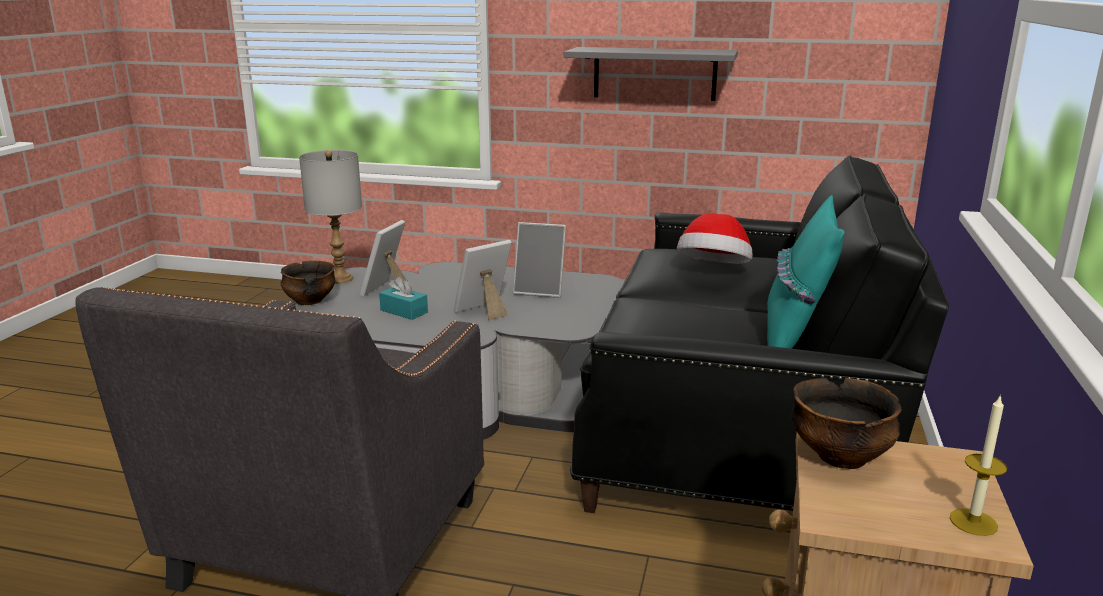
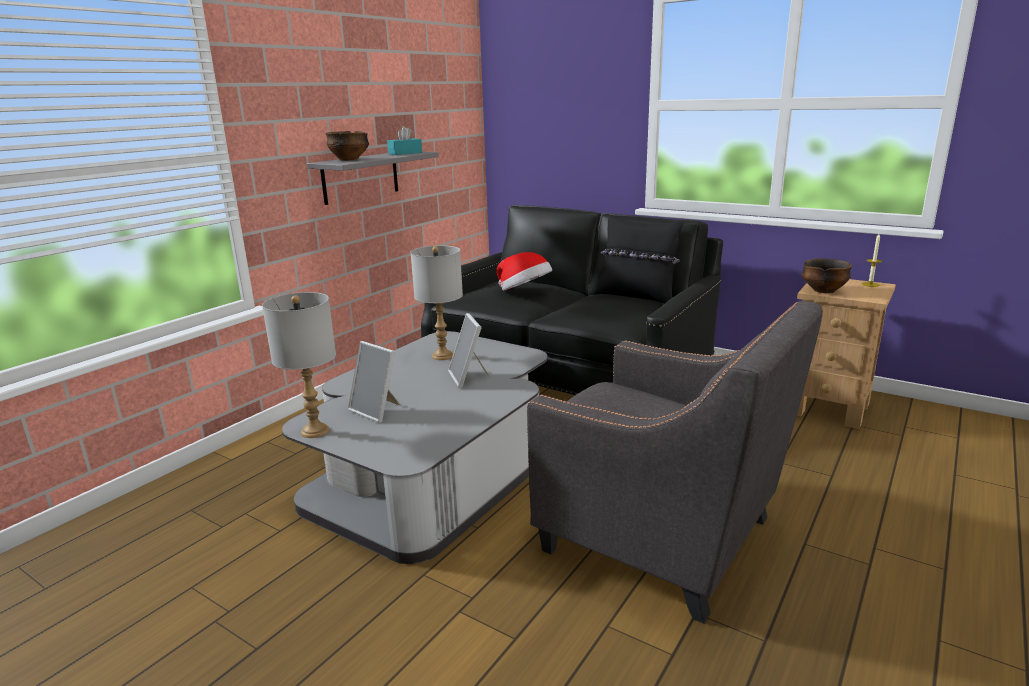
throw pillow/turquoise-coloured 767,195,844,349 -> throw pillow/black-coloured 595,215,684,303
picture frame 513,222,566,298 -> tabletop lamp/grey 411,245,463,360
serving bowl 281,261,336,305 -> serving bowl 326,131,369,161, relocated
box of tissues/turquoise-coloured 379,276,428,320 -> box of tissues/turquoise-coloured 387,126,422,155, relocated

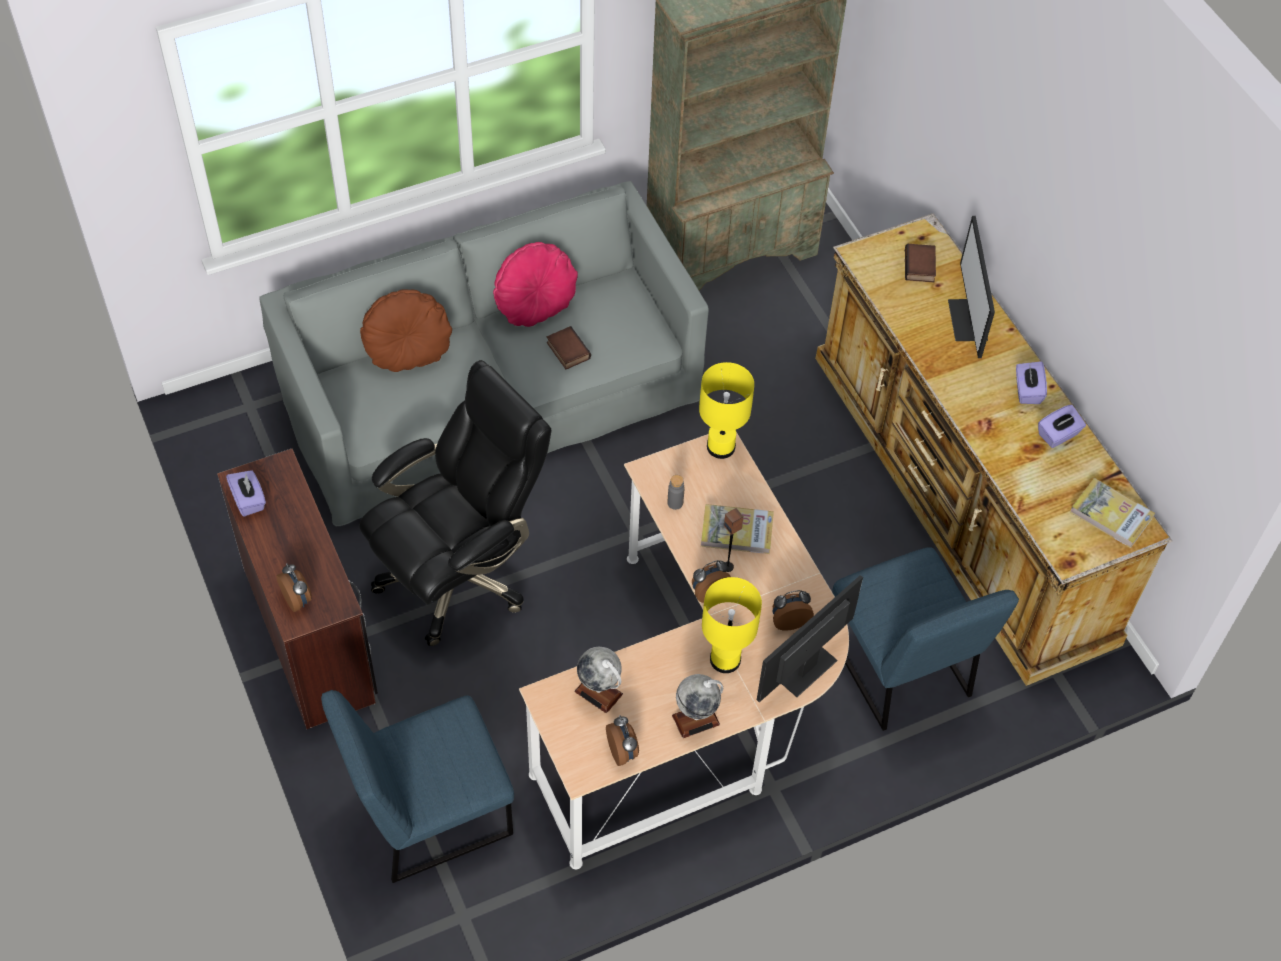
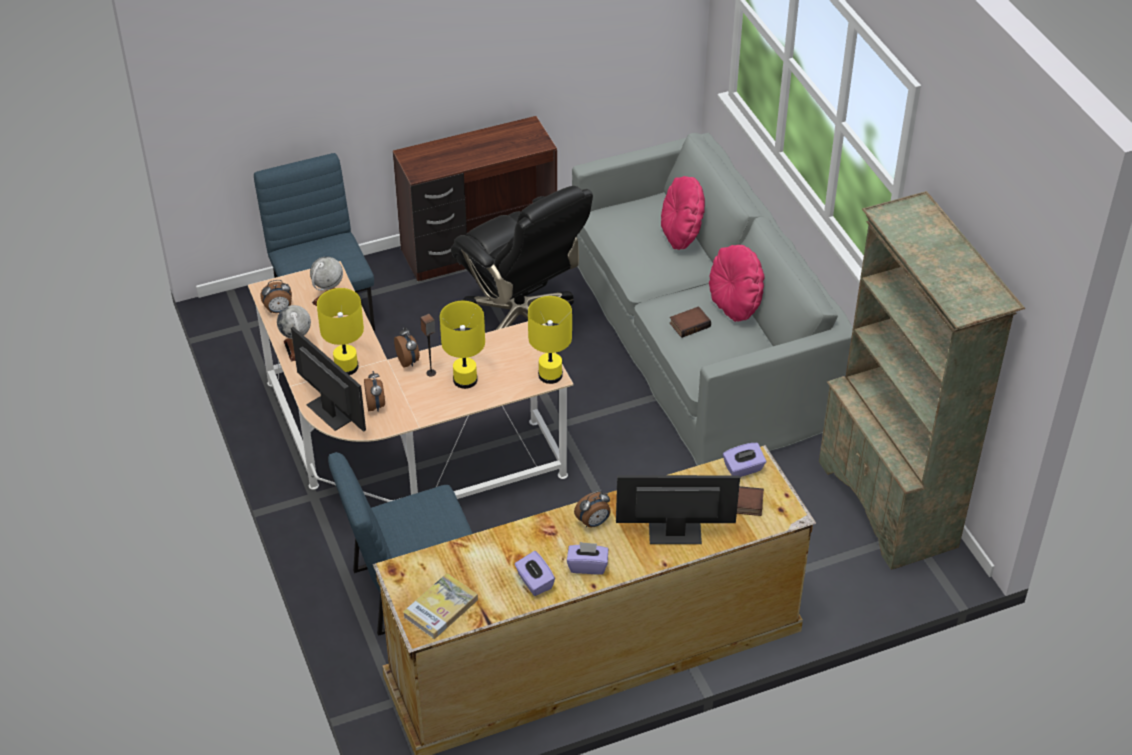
throw pillow/brownish 360,289,452,372 -> throw pillow/pinkish 661,176,705,250
box of tissues/purple 226,470,266,517 -> box of tissues/purple 723,443,766,477, relocated
beverage bottle/grey 667,475,685,510 -> none
book 701,504,774,554 -> tabletop lamp/yellowish 440,301,485,389
bedside clock 276,563,312,612 -> bedside clock 574,491,611,528, relocated

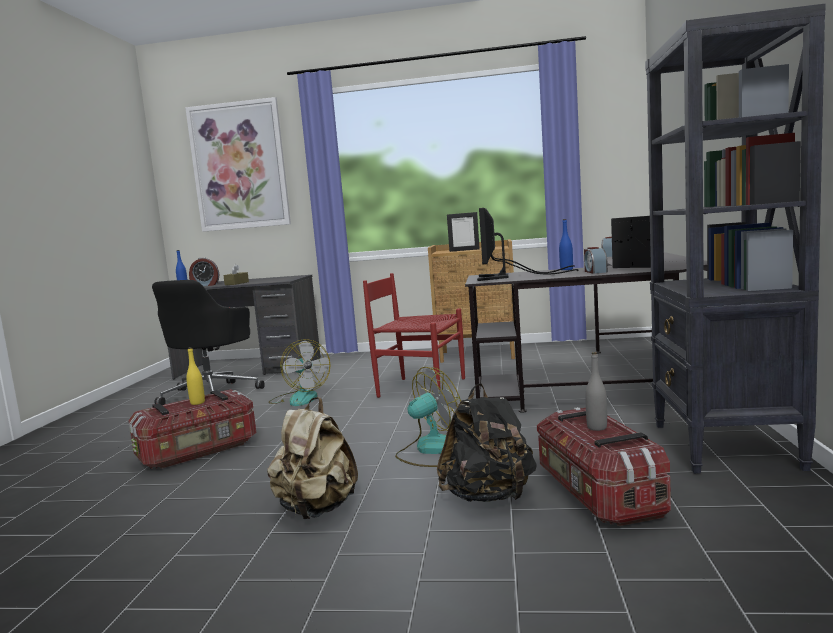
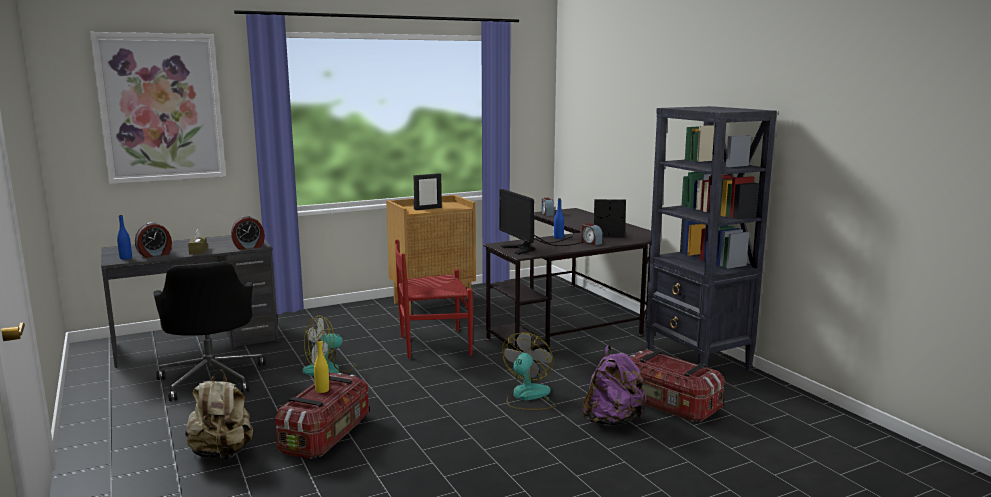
fan 268,339,331,406 -> fan 302,315,356,376, 120 degrees clockwise
beverage bottle/grey 585,352,607,431 -> none
rucksack/black-coloured 437,383,537,502 -> rucksack/purple 582,345,647,426
rucksack/beige 267,397,358,519 -> rucksack/beige 185,370,253,460, relocated
none -> bedside clock 231,216,265,250

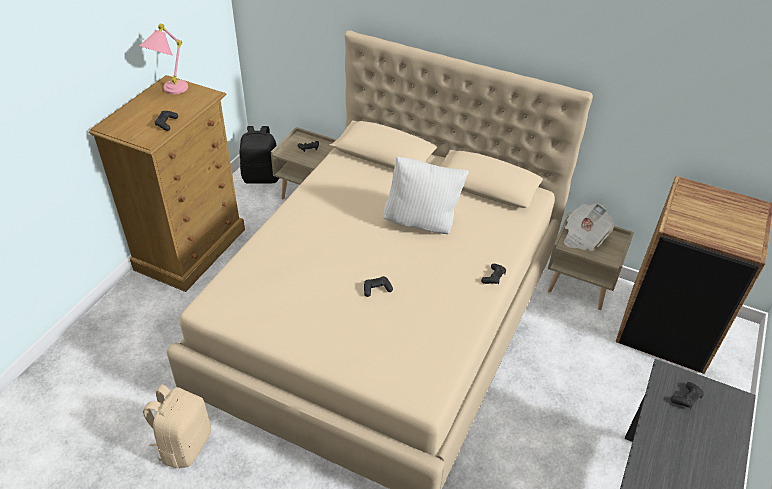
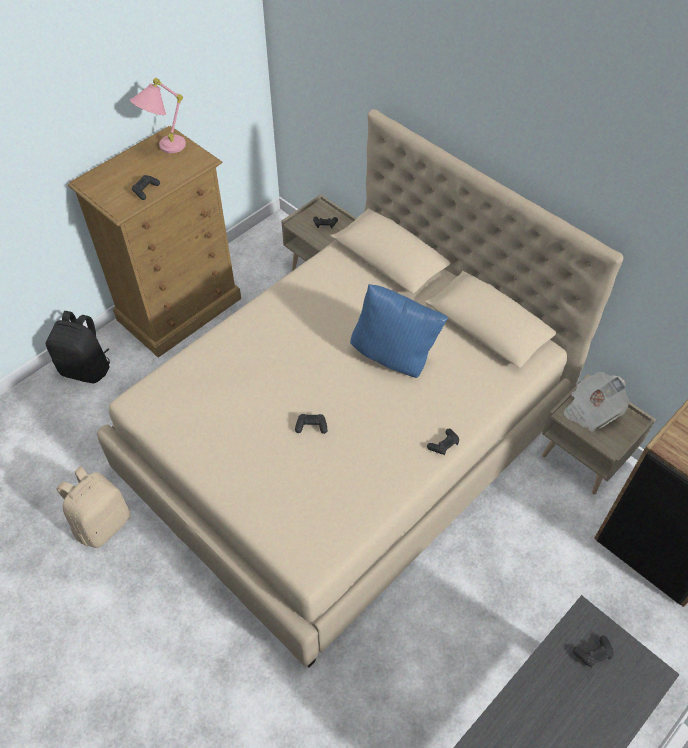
rucksack/black-coloured 239,126,280,184 -> rucksack/black-coloured 46,311,110,383, relocated
throw pillow/white 383,156,469,234 -> throw pillow/blue-coloured 350,284,448,378

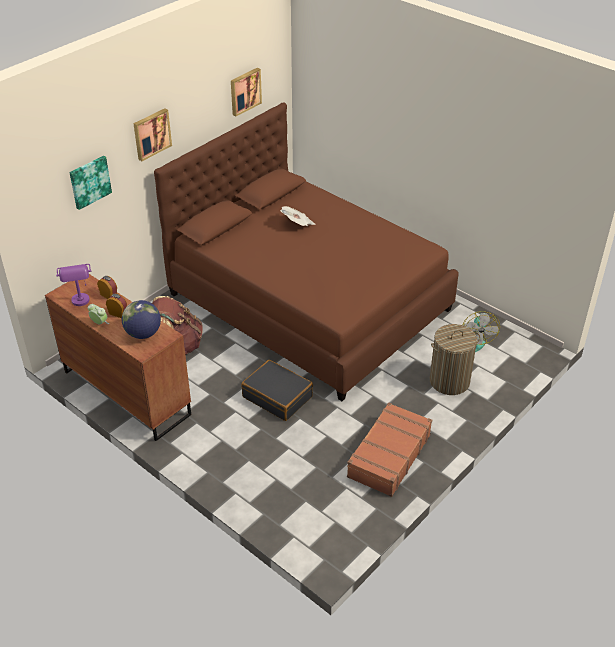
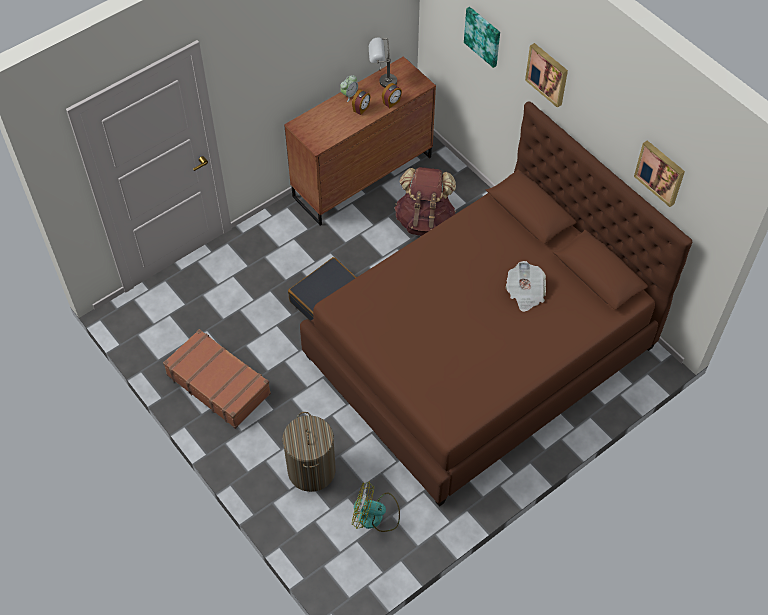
tabletop lamp/purple 56,264,91,306 -> tabletop lamp/grey 369,38,397,87
world globe 122,300,161,339 -> none

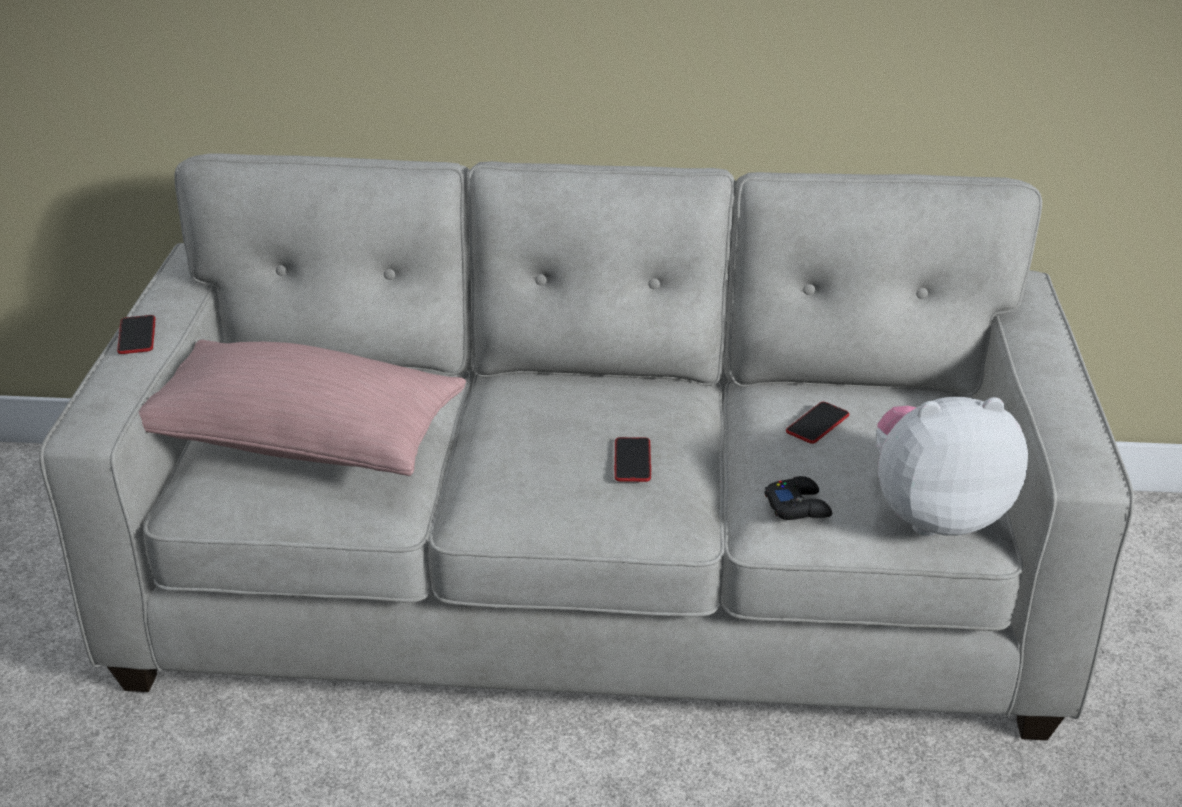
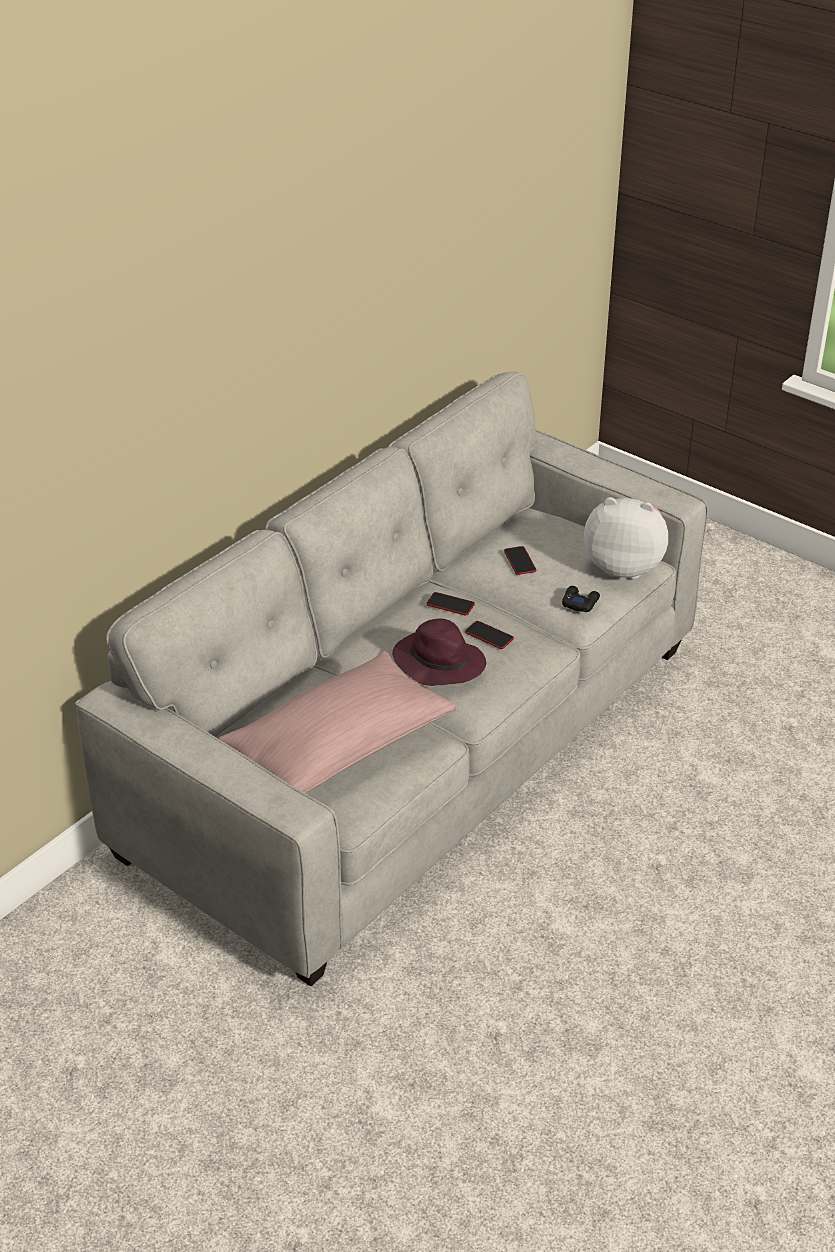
handset 117,315,155,354 -> handset 426,592,475,615, relocated
soft toy 876,397,1028,536 -> soft toy 584,497,668,579, 75 degrees clockwise
none -> wearable hat/purple 393,618,486,686

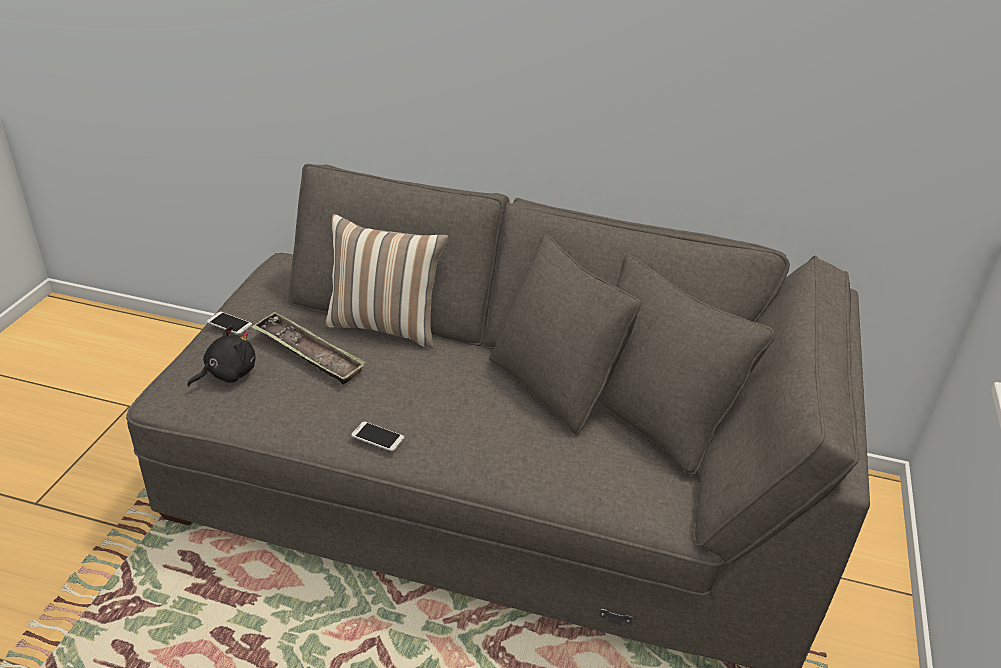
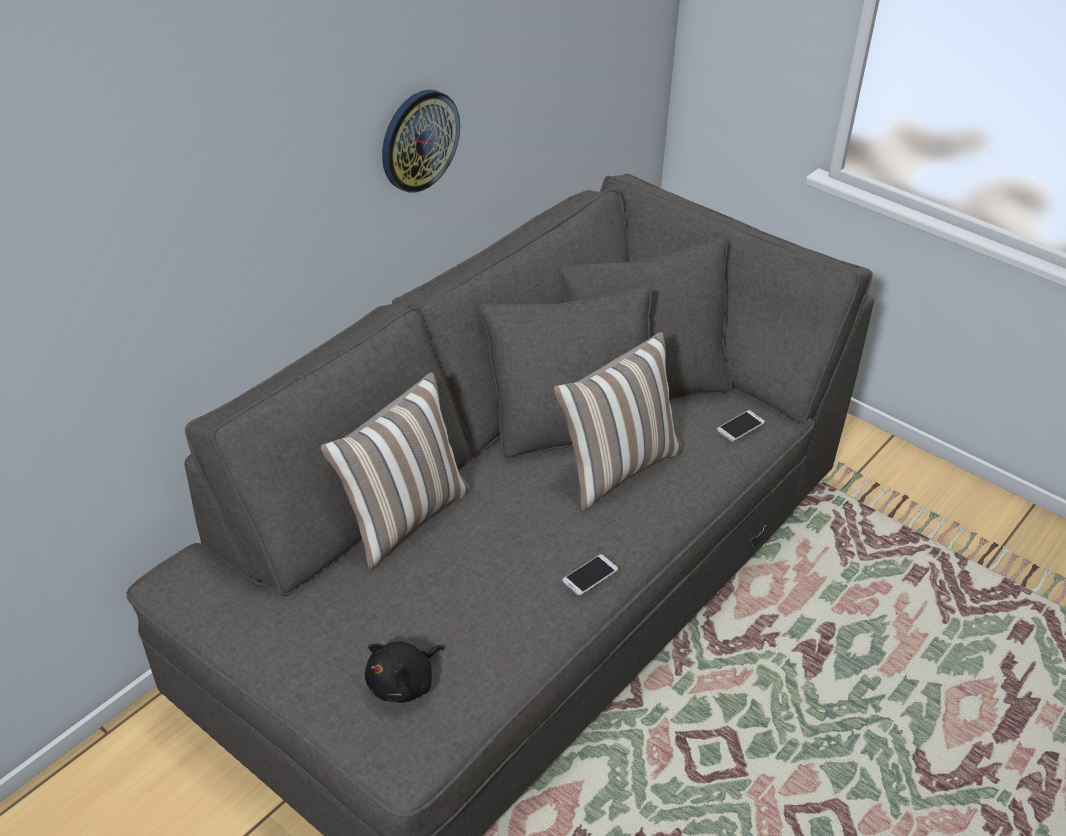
tray 251,311,366,385 -> none
handset 207,312,252,335 -> handset 717,410,765,442, relocated
soft toy/black-coloured 187,325,256,387 -> soft toy/black-coloured 365,641,444,703, 120 degrees counterclockwise
none -> hanging clock 382,89,460,193
none -> throw pillow 554,332,682,511

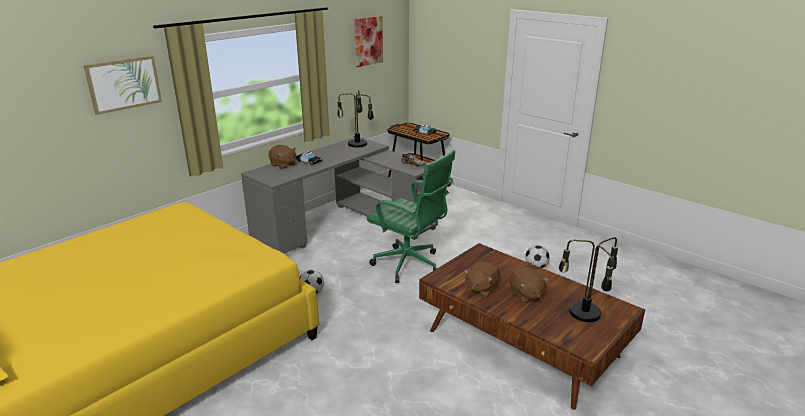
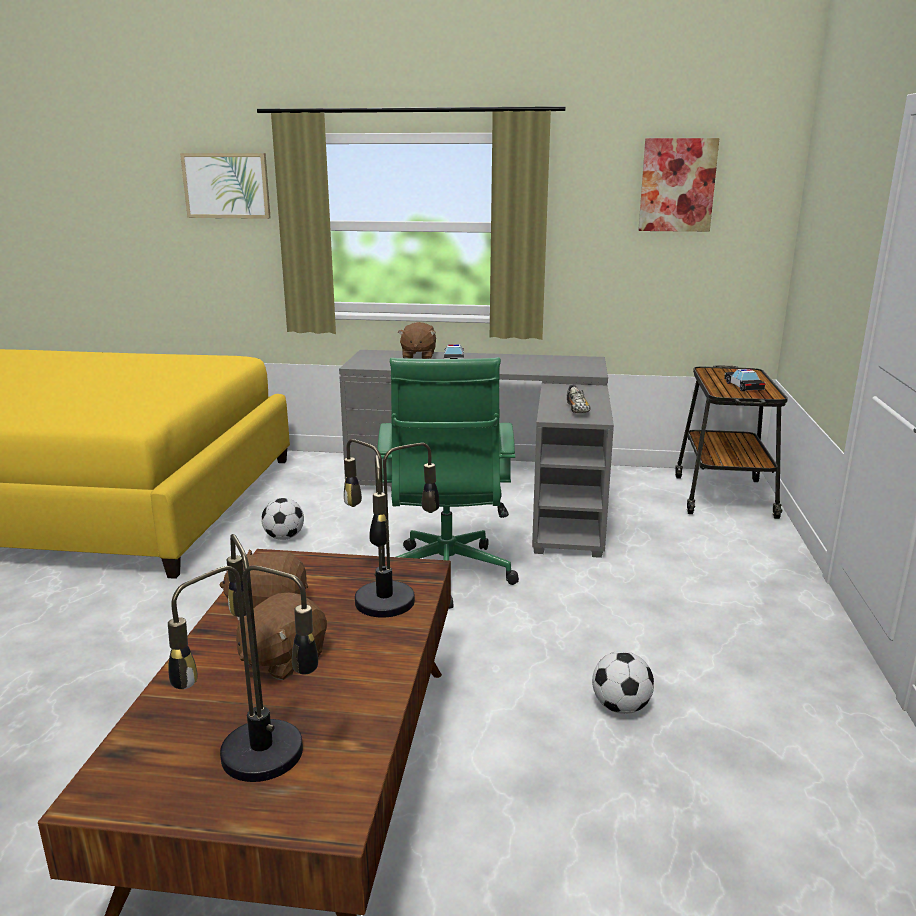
tabletop lamp 337,90,373,148 -> tabletop lamp 344,439,440,618, relocated

